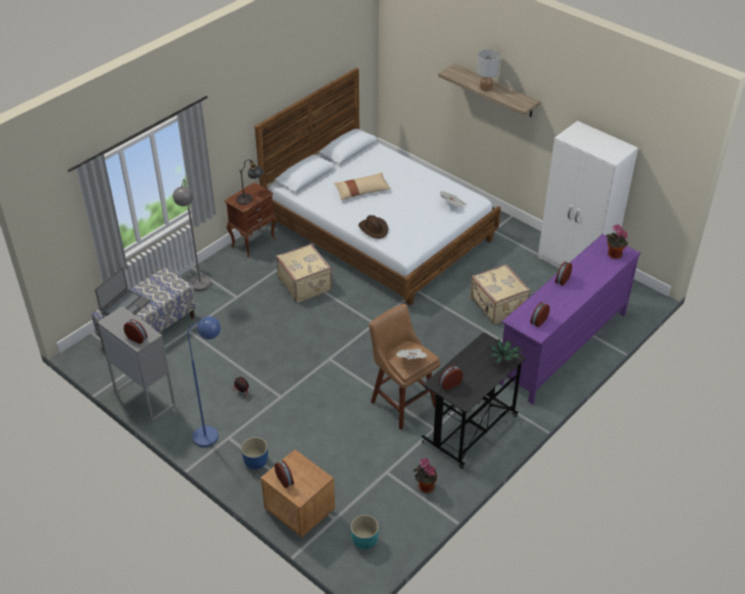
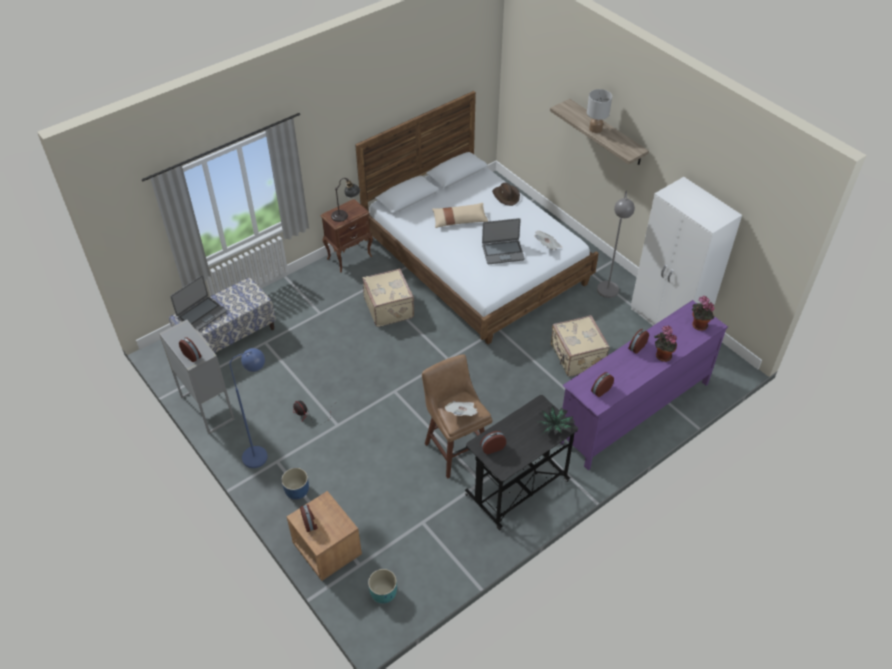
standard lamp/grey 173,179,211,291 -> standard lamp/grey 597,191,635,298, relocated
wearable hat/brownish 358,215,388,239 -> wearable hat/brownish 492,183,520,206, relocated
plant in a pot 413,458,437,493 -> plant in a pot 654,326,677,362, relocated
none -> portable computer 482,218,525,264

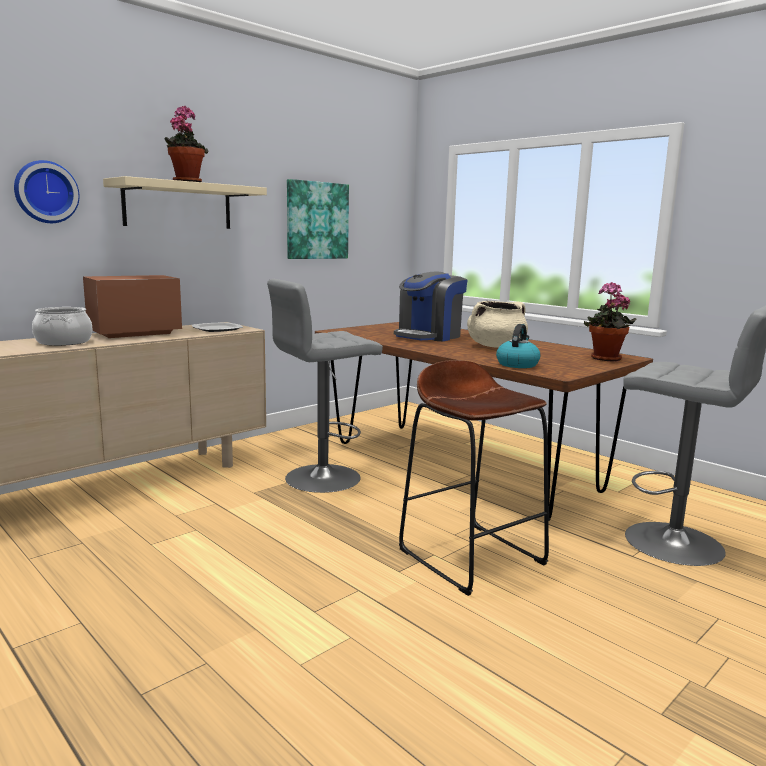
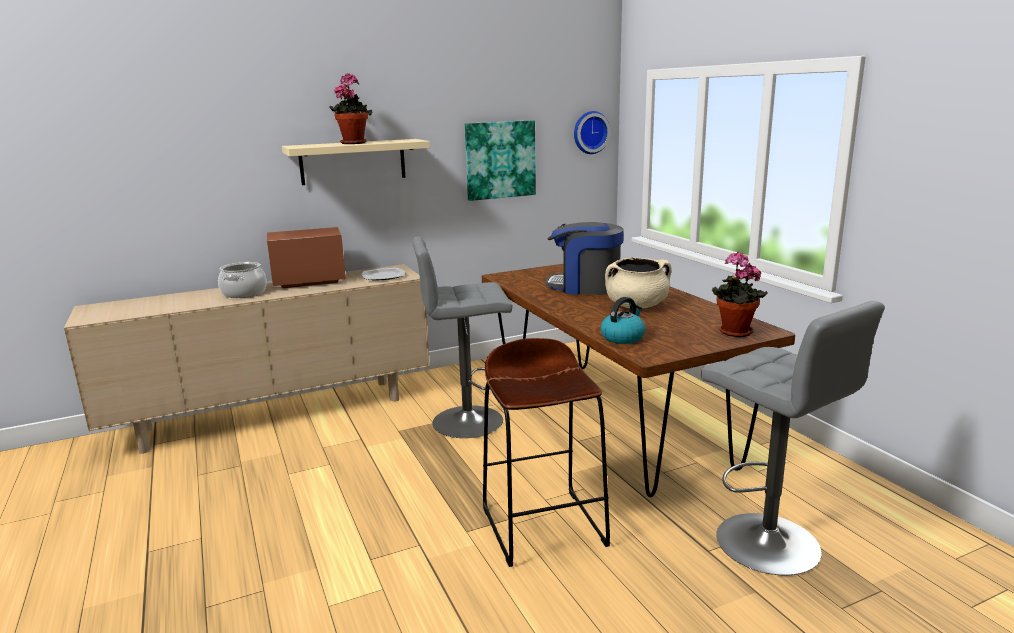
hanging clock 14,160,80,223 -> hanging clock 574,111,610,154, relocated
coffee machine 394,272,467,341 -> coffee machine 546,222,624,295, 45 degrees clockwise

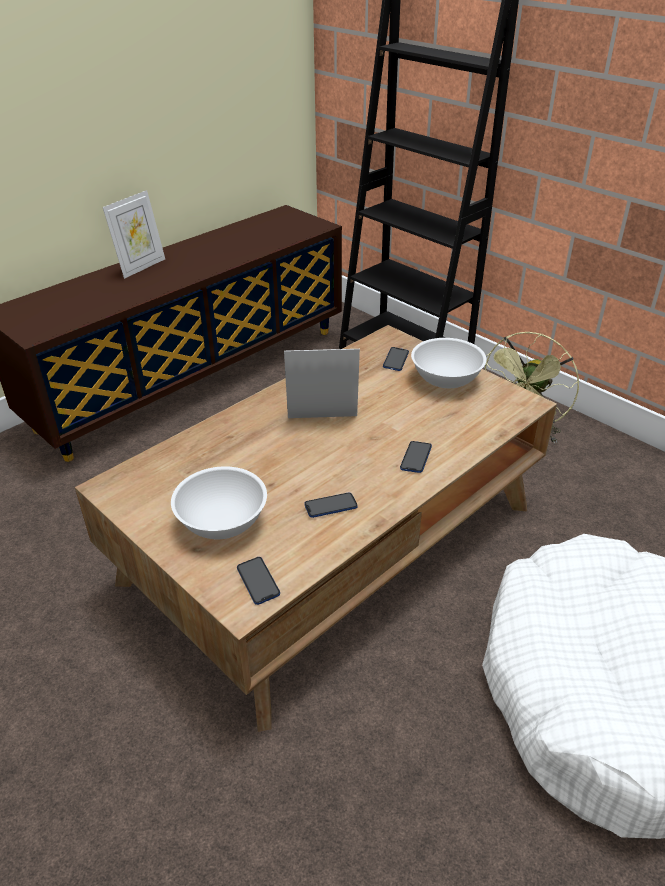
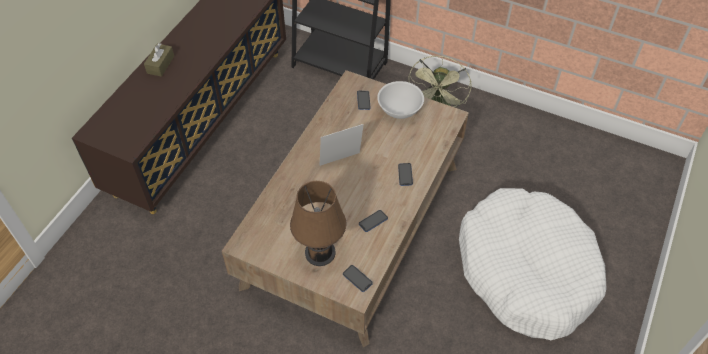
picture frame 103,190,165,279 -> box of tissues/brownish 144,43,174,77
serving bowl/white 171,466,267,539 -> tabletop lamp/brownish 290,181,346,266

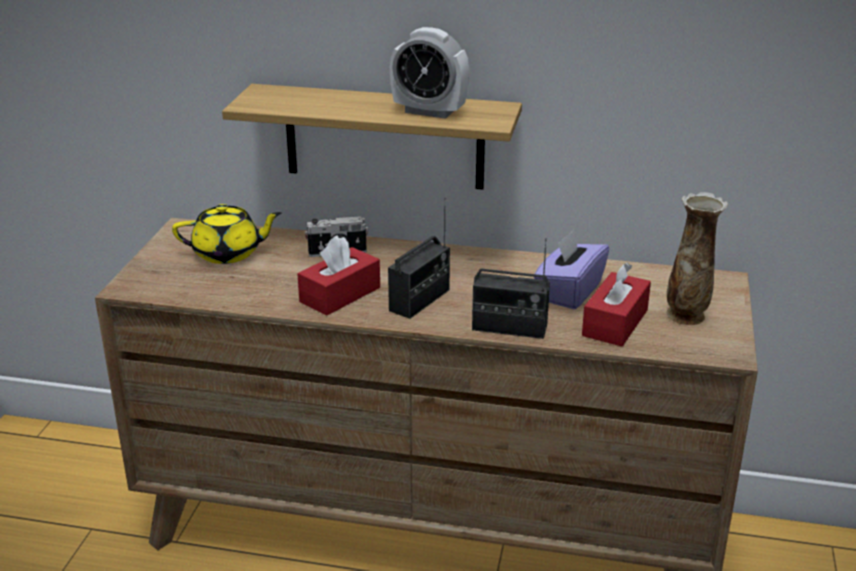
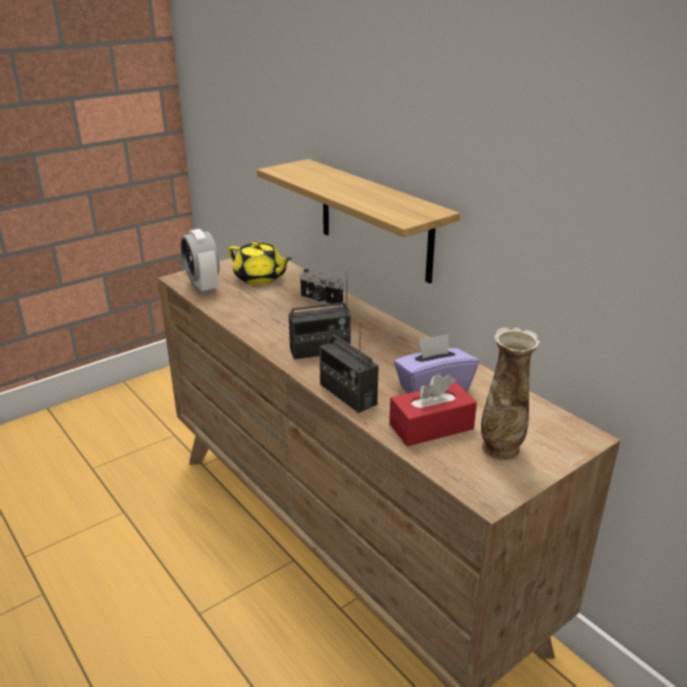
bedside clock 390,27,469,119 -> bedside clock 181,229,220,294, relocated
box of tissues/reddish 298,235,380,315 -> none

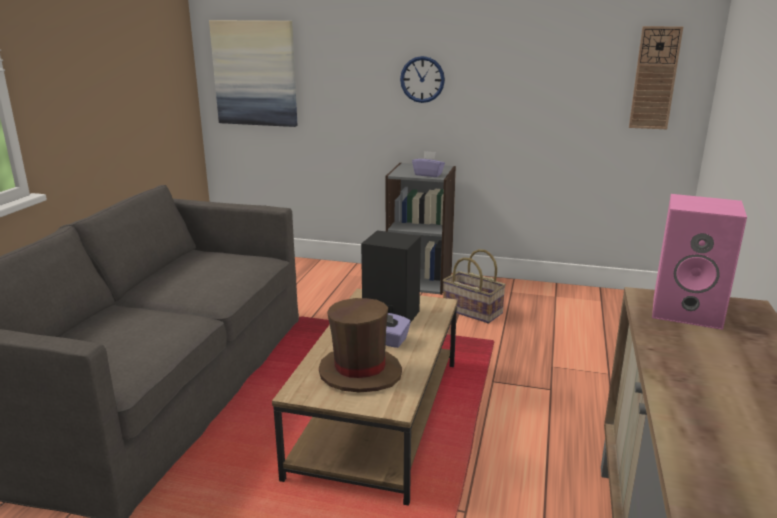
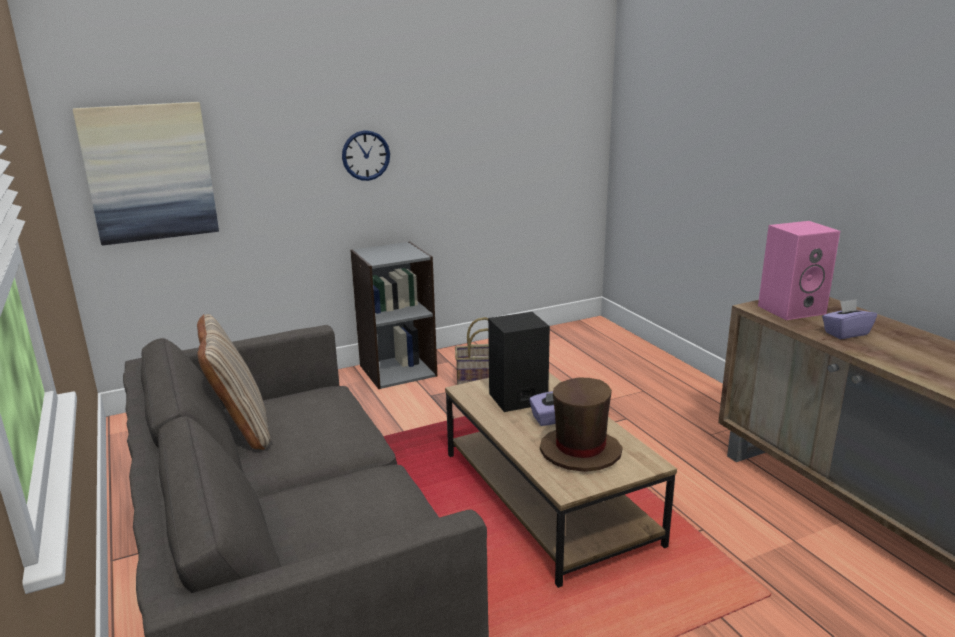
hanging clock 629,26,683,129 -> none
box of tissues/purple 412,151,445,177 -> box of tissues/purple 822,299,877,339, relocated
none -> throw pillow/beige 197,314,270,450

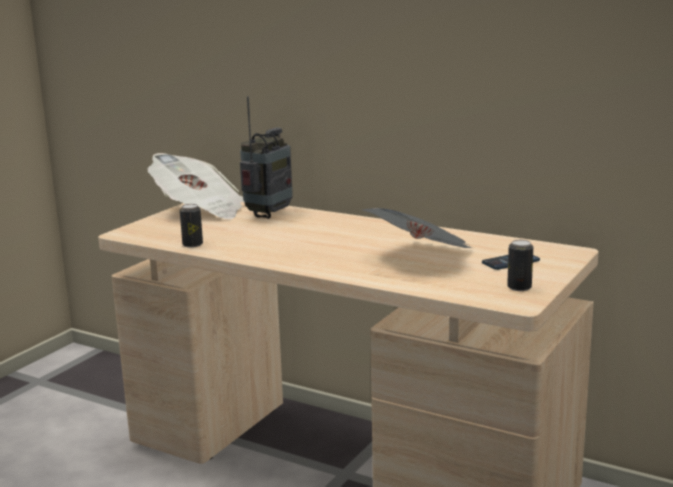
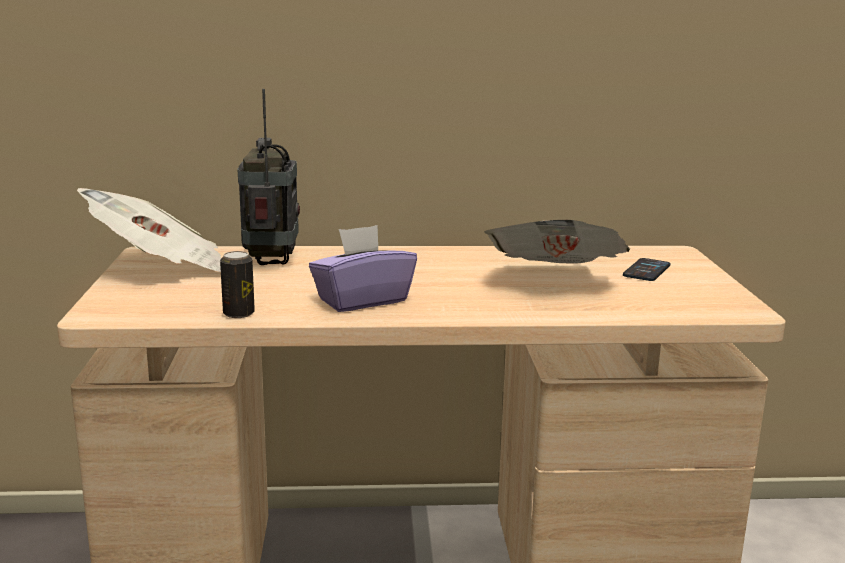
sealed can 507,240,533,291 -> none
none -> box of tissues/purple 309,225,417,312

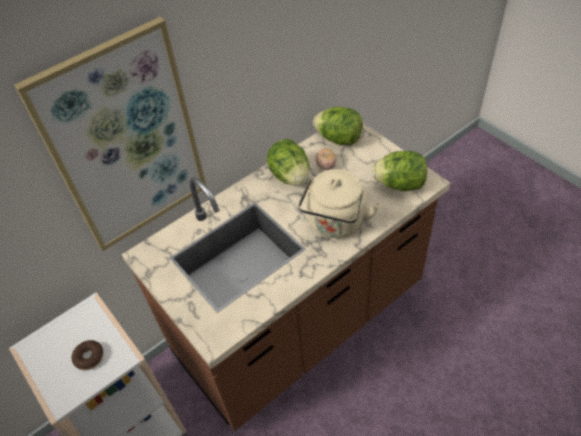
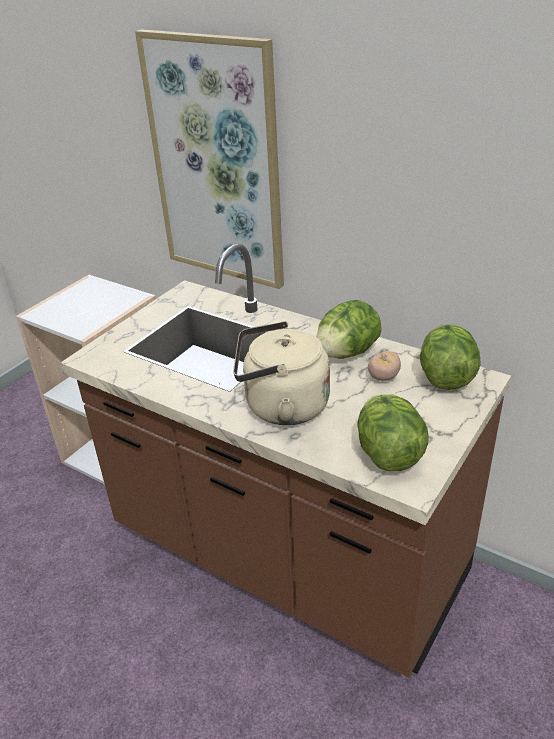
doughnut 72,340,104,371 -> none

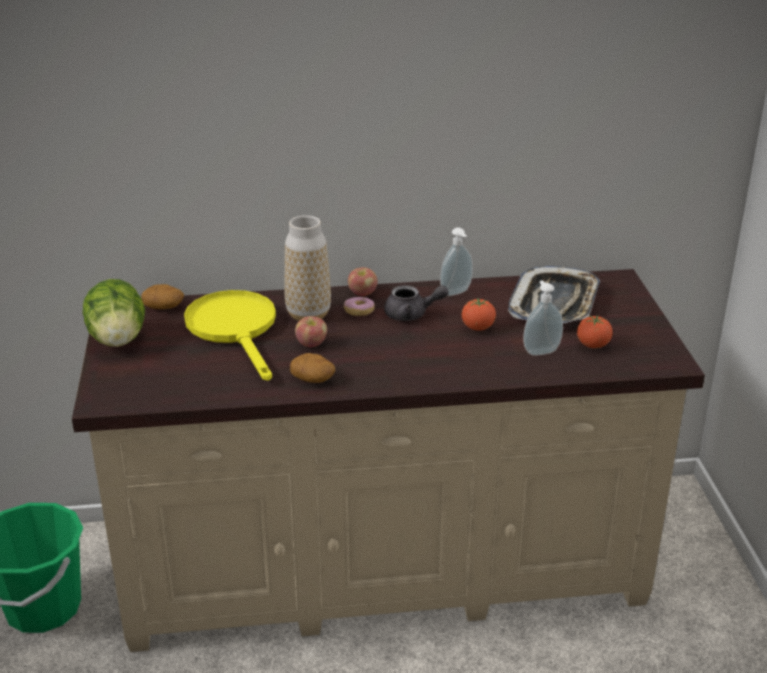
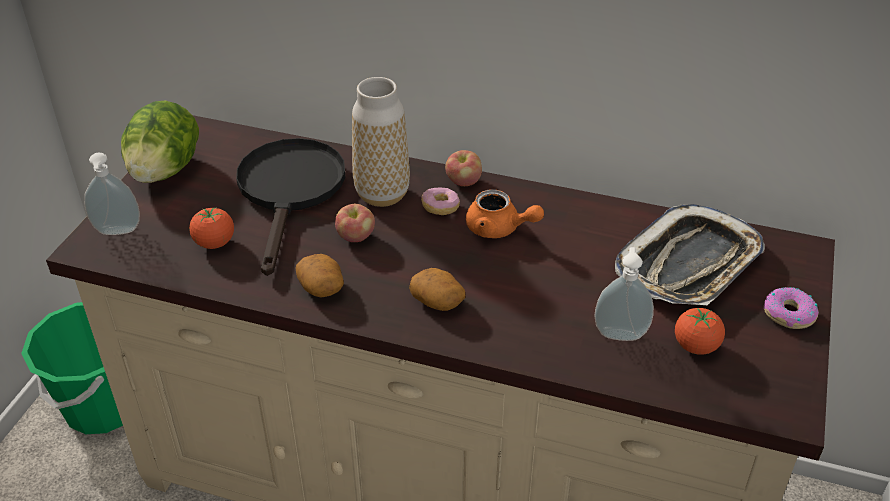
soap dispenser 440,227,473,296 -> soap dispenser 84,153,140,235, relocated
spud 141,284,184,309 -> spud 409,268,465,311, relocated
teapot/grey 384,285,449,321 -> teapot/orange-coloured 466,190,544,238
skillet/yellowish 184,290,276,381 -> skillet/black-coloured 236,138,345,276
whole tomato 462,298,496,331 -> whole tomato 189,207,234,249, relocated
none -> doughnut 764,287,819,329

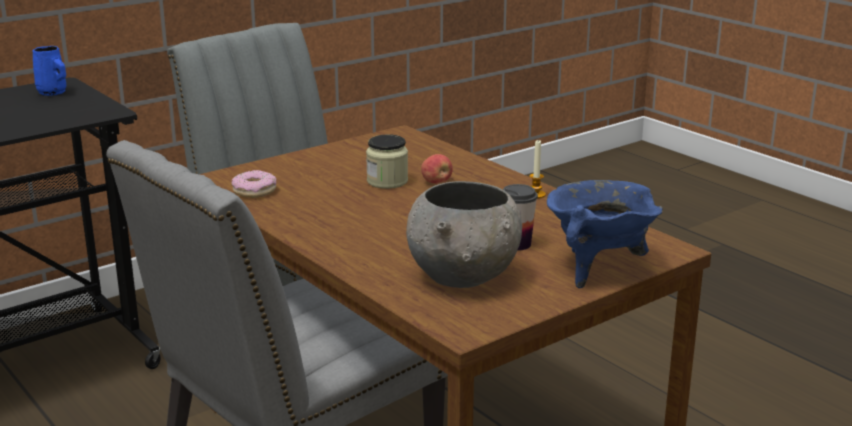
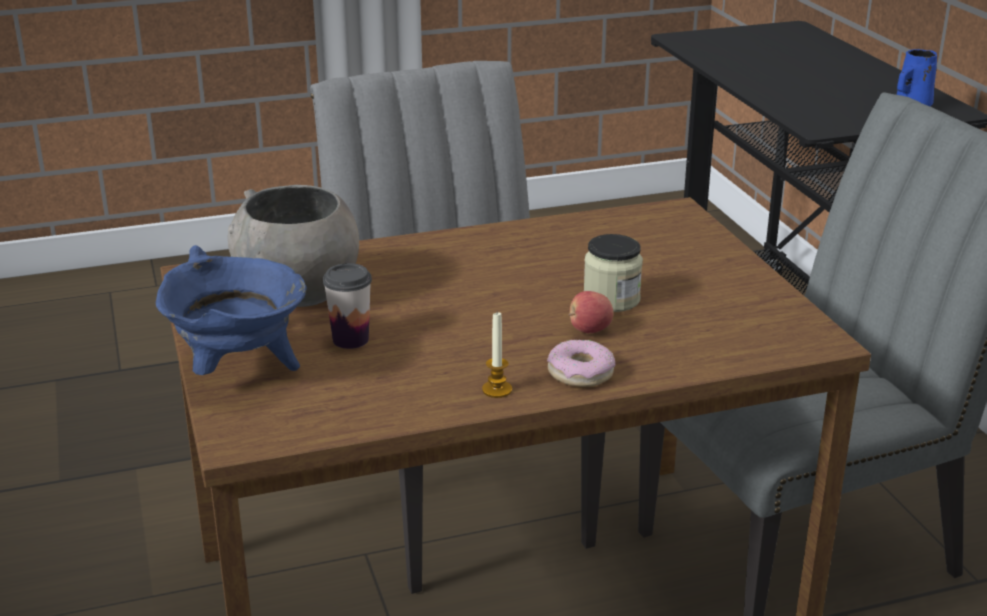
doughnut 232,170,276,198 -> doughnut 547,340,615,387, relocated

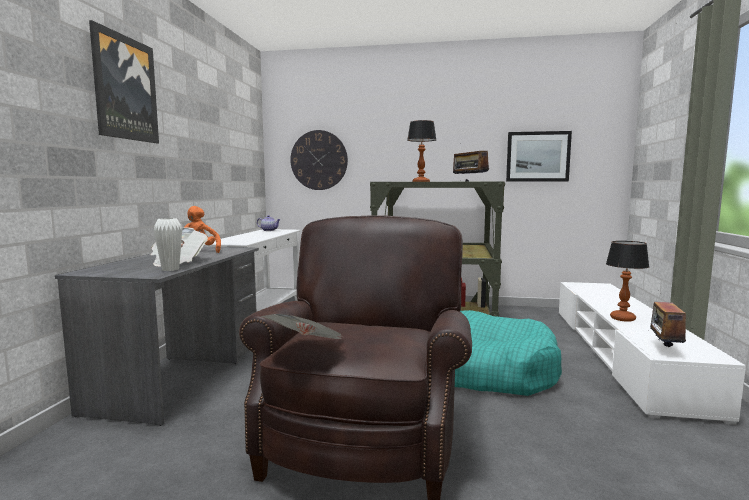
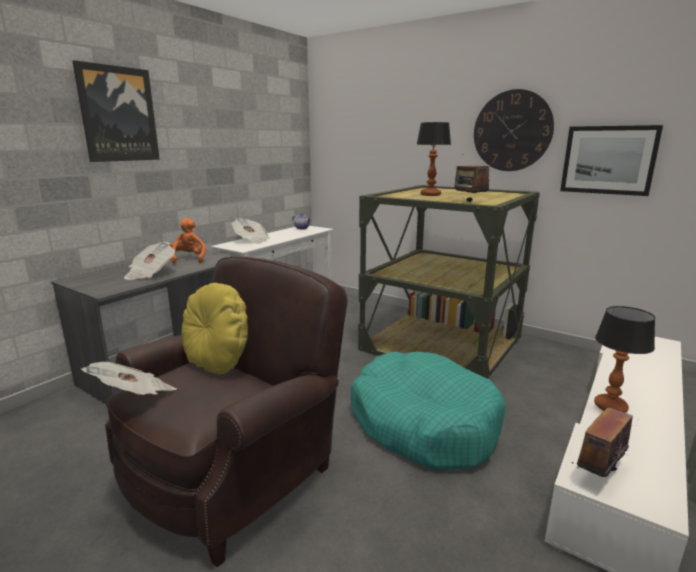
hanging clock 290,130,348,190 -> hanging clock 474,89,554,171, relocated
decorative vase/white 154,218,182,271 -> none
none -> printed paper 232,218,270,244
none -> throw pillow/yellowish 182,283,248,375

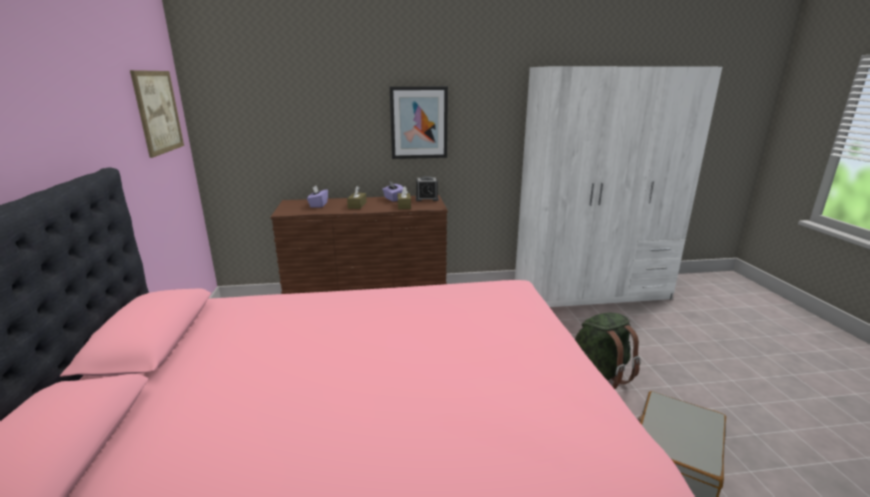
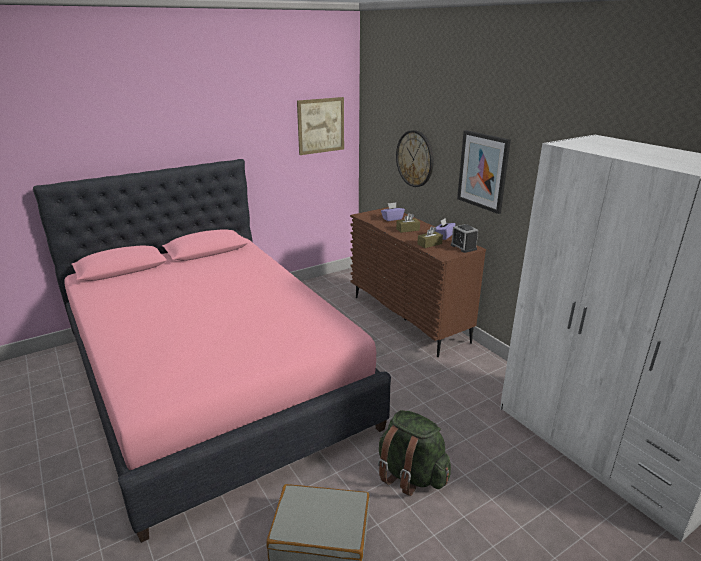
none -> hanging clock 396,130,434,187

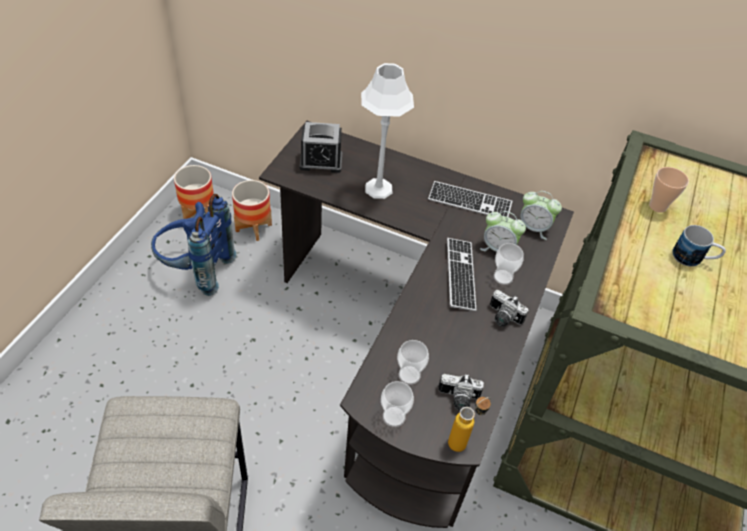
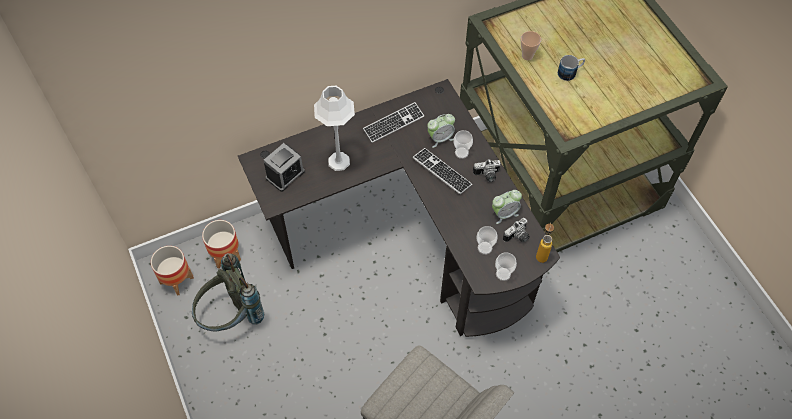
bedside clock 520,191,562,240 -> bedside clock 492,190,522,224, relocated
rucksack/blue-coloured 151,194,237,296 -> rucksack/grey 192,253,264,331

